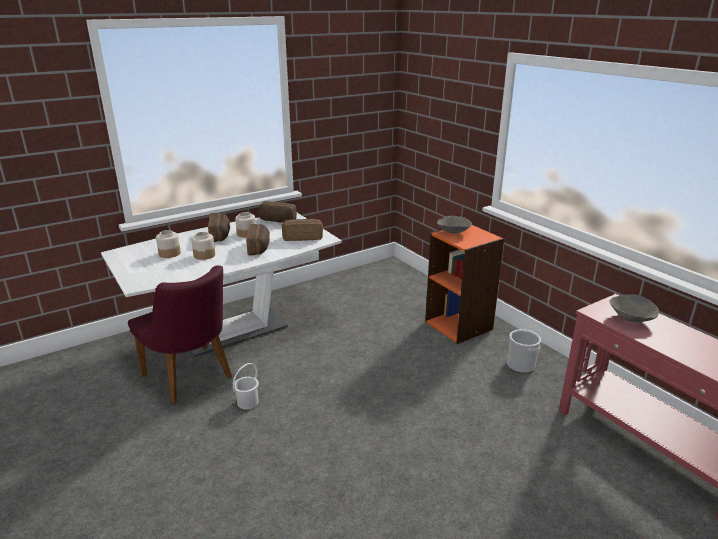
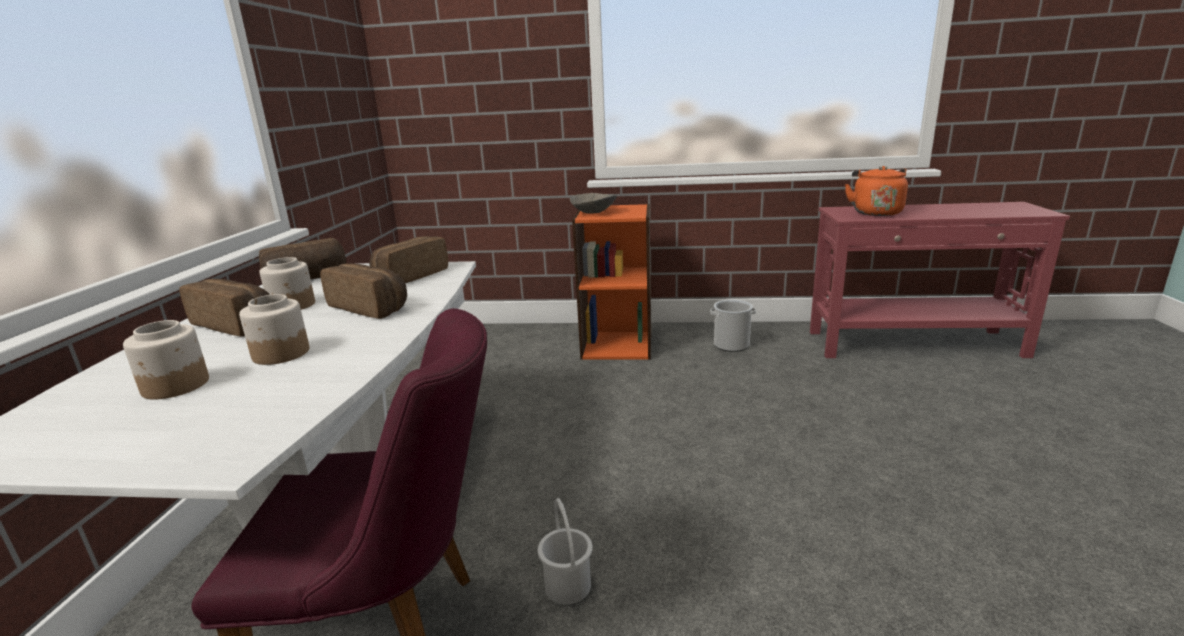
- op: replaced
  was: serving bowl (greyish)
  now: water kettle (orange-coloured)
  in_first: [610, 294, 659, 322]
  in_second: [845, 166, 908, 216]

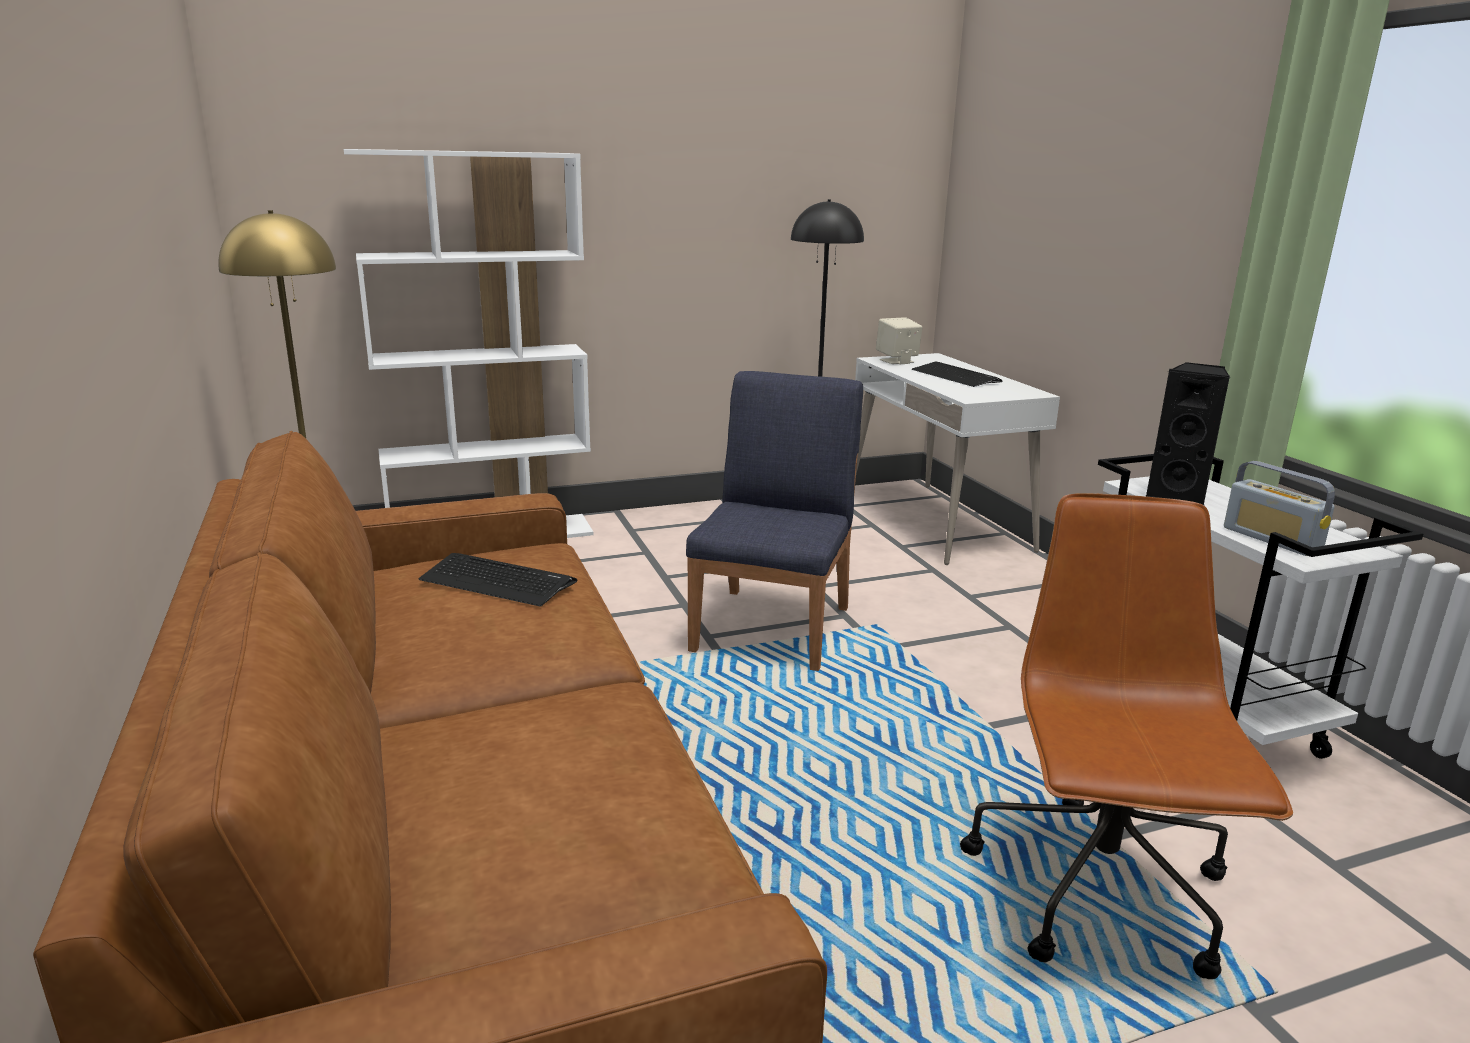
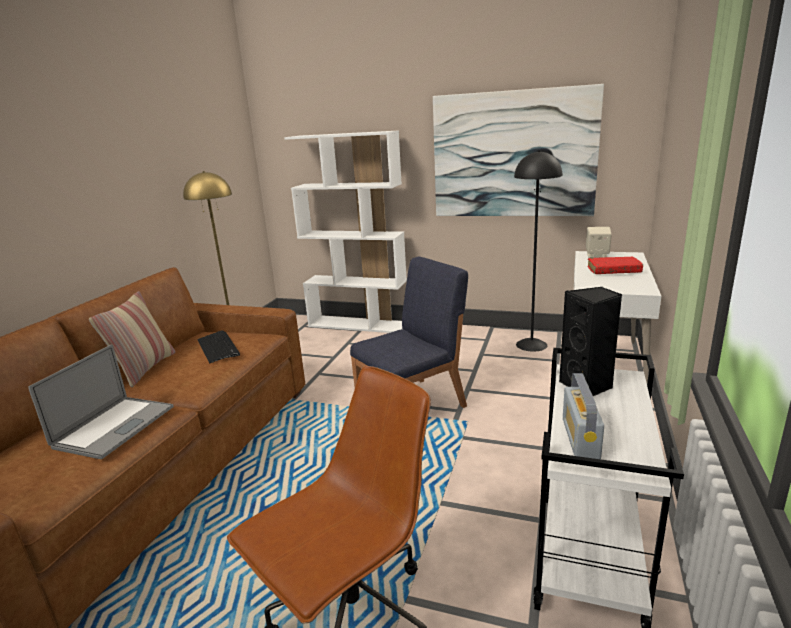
- op: added
  now: portable computer
  in_second: [28, 344, 174, 459]
- op: added
  now: pillow
  in_second: [89, 291, 175, 387]
- op: added
  now: picture
  in_second: [433, 84, 604, 216]
- op: replaced
  was: PC keyboard
  now: volume (red)
  in_first: [912, 362, 1003, 387]
  in_second: [587, 256, 643, 274]

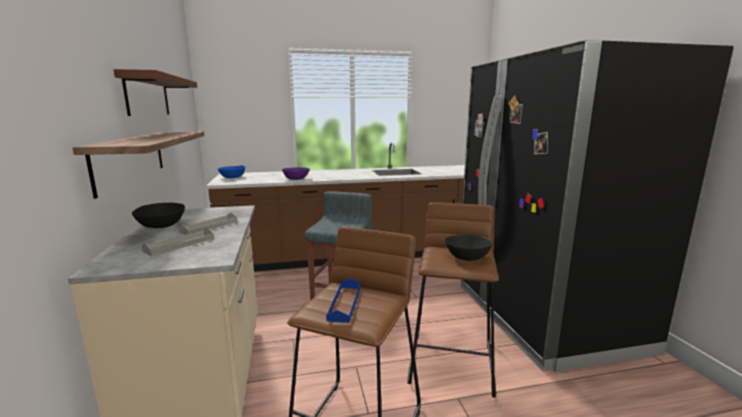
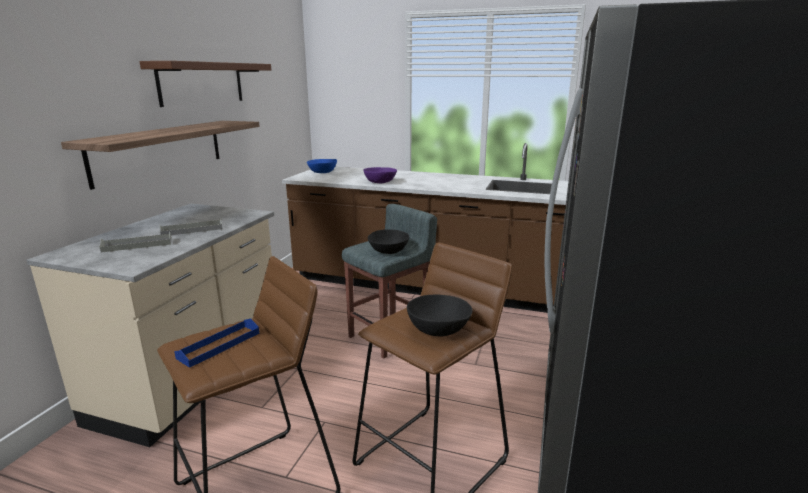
- op: moved
  was: serving bowl (black-coloured)
  in_first: [132, 203, 185, 228]
  in_second: [368, 229, 409, 254]

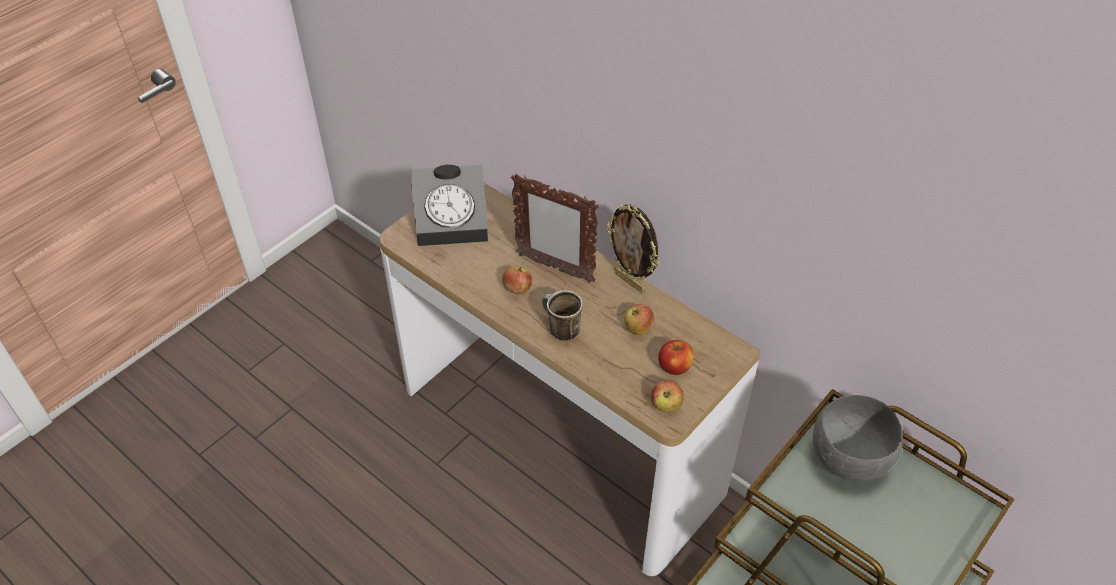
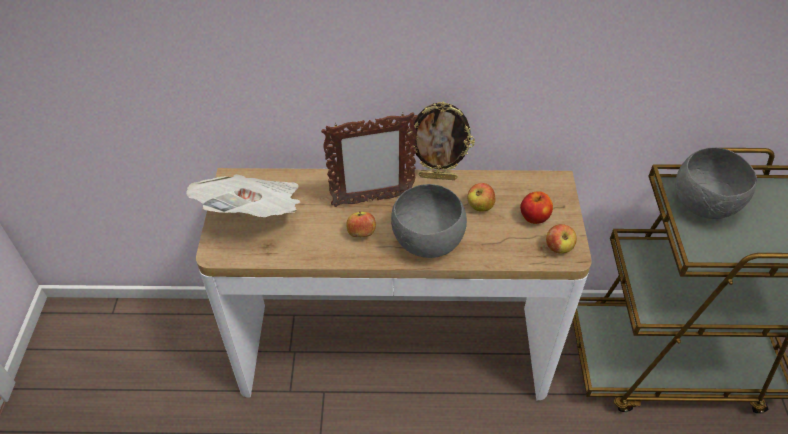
- op: replaced
  was: bedside clock
  now: newspaper
  in_first: [411, 165, 488, 246]
  in_second: [187, 174, 300, 217]
- op: replaced
  was: coffee mug
  now: serving bowl (greyish)
  in_first: [542, 290, 583, 341]
  in_second: [391, 184, 467, 258]

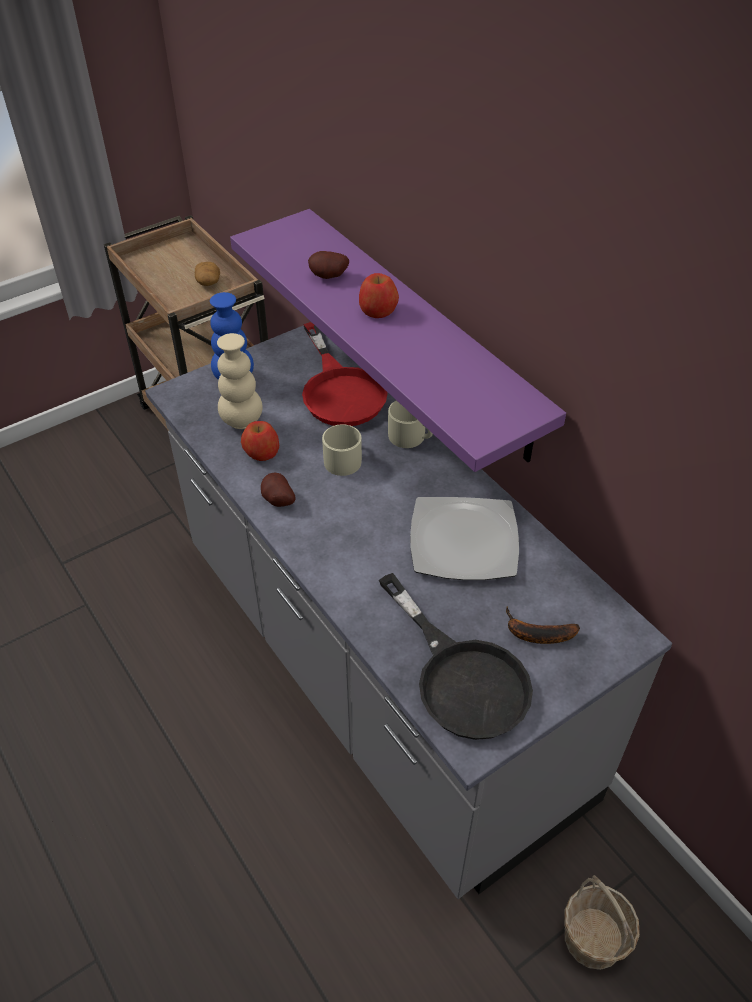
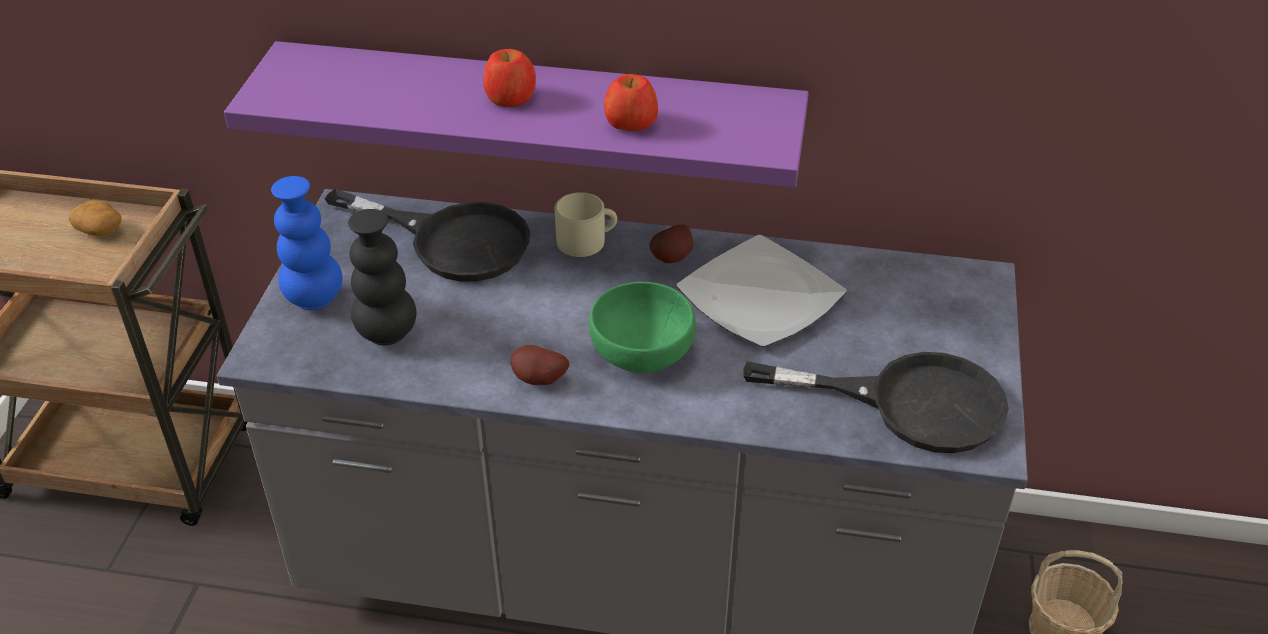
- op: removed
  was: coffee mug (beige)
  in_first: [322, 424, 362, 476]
- op: removed
  was: banana fruit
  in_first: [506, 607, 580, 644]
- op: added
  now: serving bowl (greenish)
  in_second: [589, 282, 696, 373]
- op: moved
  was: apple
  in_first: [241, 421, 279, 461]
  in_second: [604, 74, 658, 131]
- op: moved
  was: whole potato
  in_first: [308, 251, 349, 279]
  in_second: [650, 224, 693, 263]
- op: recoloured
  was: flower vase (beige)
  now: flower vase (black-coloured)
  in_first: [217, 333, 263, 429]
  in_second: [348, 209, 417, 345]
- op: recoloured
  was: pan (red)
  now: pan (black-coloured)
  in_first: [302, 322, 388, 426]
  in_second: [325, 188, 530, 282]

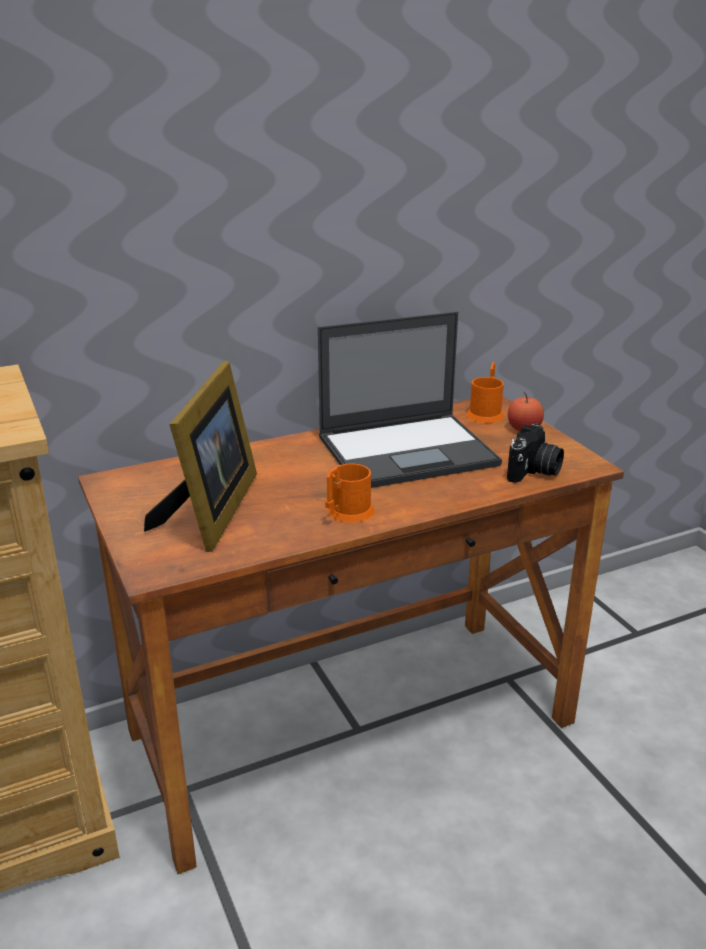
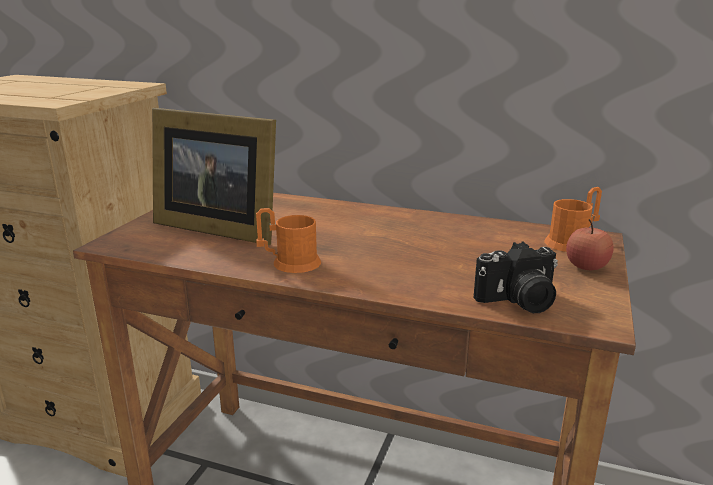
- op: removed
  was: portable computer
  in_first: [318, 312, 502, 488]
- op: turned
  was: photo frame
  in_first: [144, 361, 257, 552]
  in_second: [152, 108, 276, 245]
  clockwise: 60

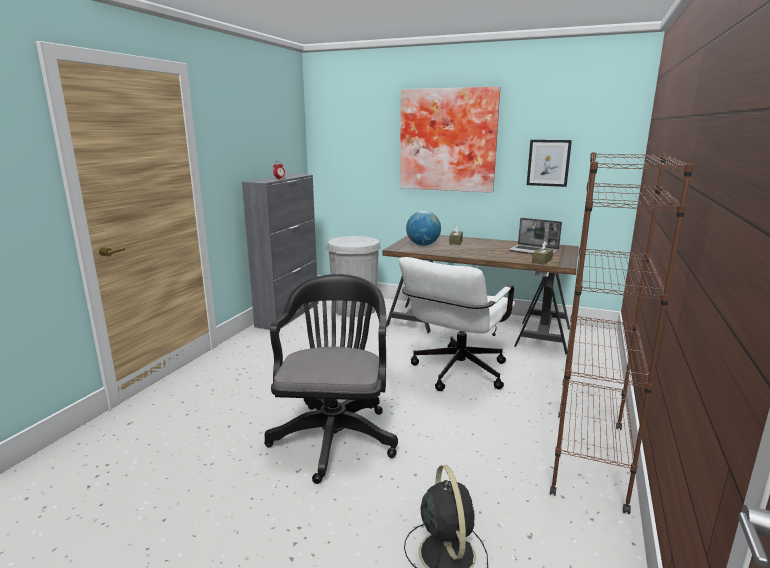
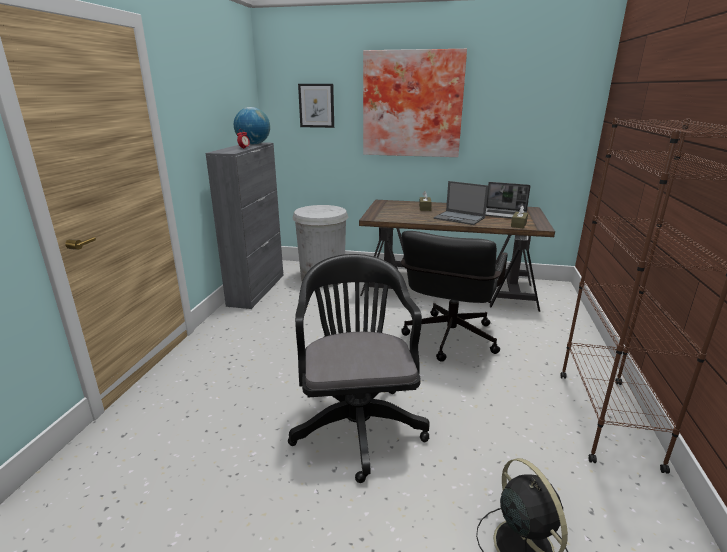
- op: added
  now: portable computer
  in_second: [434, 181, 489, 225]
- op: moved
  was: desk globe
  in_first: [406, 211, 441, 246]
  in_second: [234, 107, 270, 145]
- op: moved
  was: picture
  in_first: [527, 140, 572, 187]
  in_second: [298, 84, 334, 128]
- op: recoloured
  was: office chair (whitish)
  now: office chair (black-coloured)
  in_first: [399, 257, 515, 391]
  in_second: [401, 231, 508, 362]

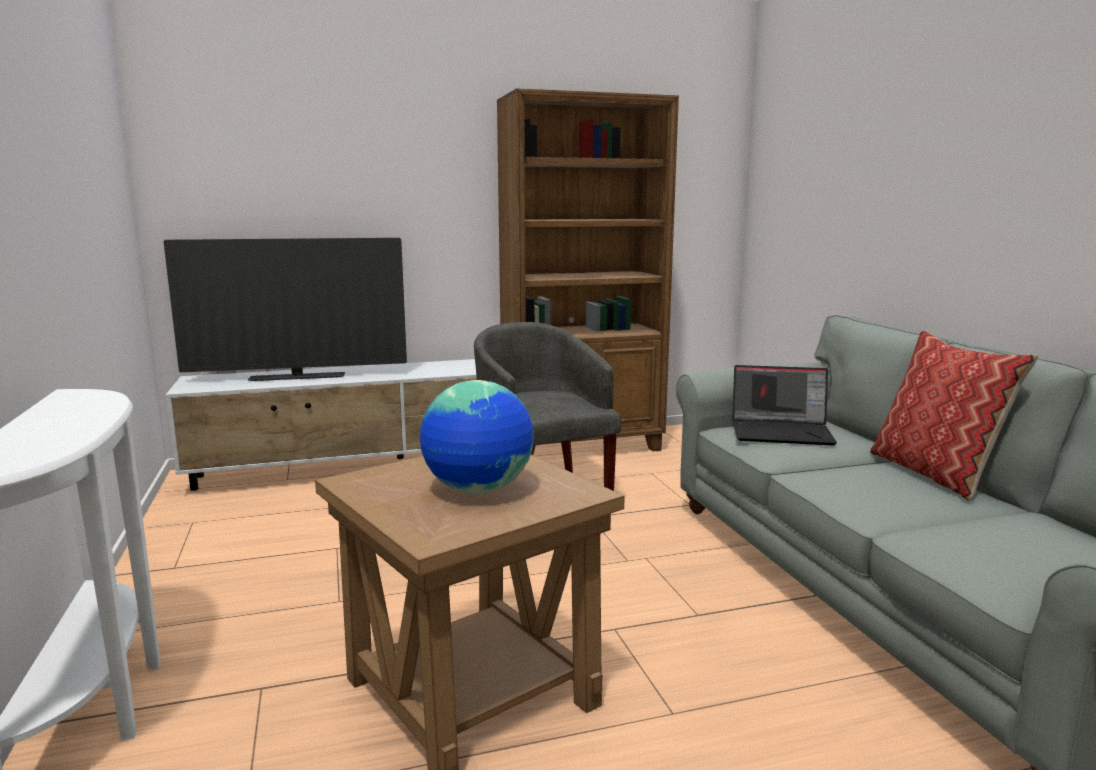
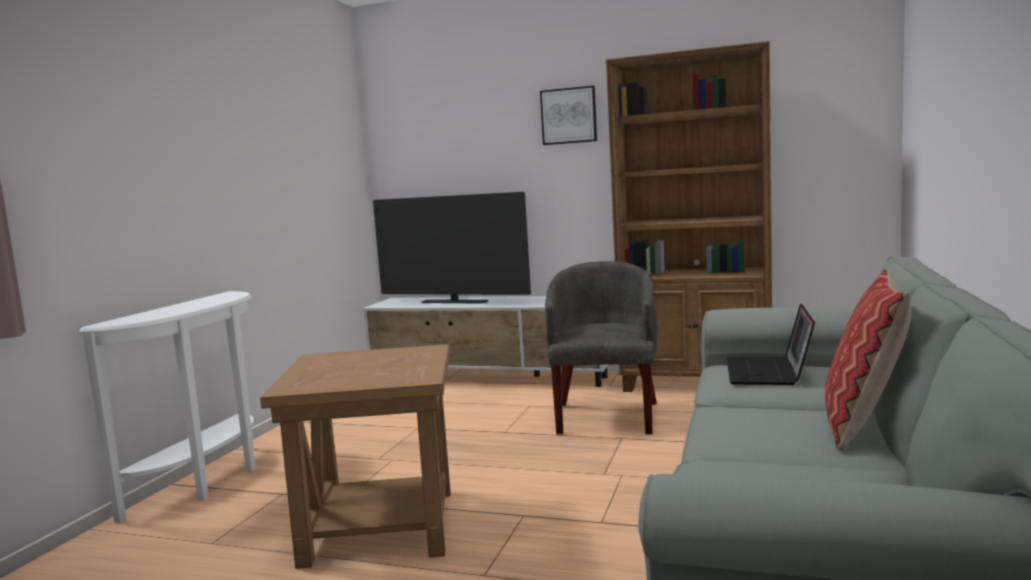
- op: removed
  was: desk globe
  in_first: [420, 380, 534, 494]
- op: added
  now: picture
  in_second: [540, 86, 597, 145]
- op: turned
  was: portable computer
  in_first: [732, 365, 837, 446]
  in_second: [727, 303, 815, 385]
  clockwise: 60

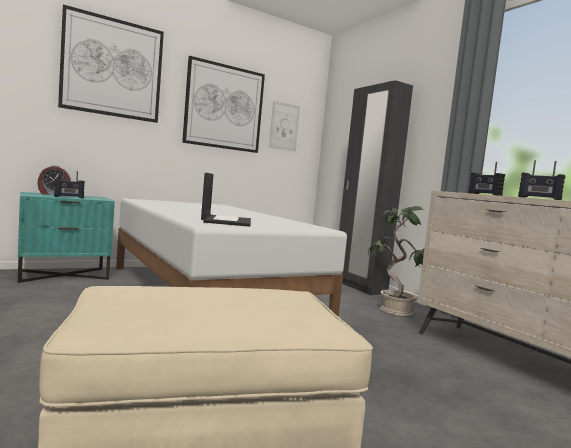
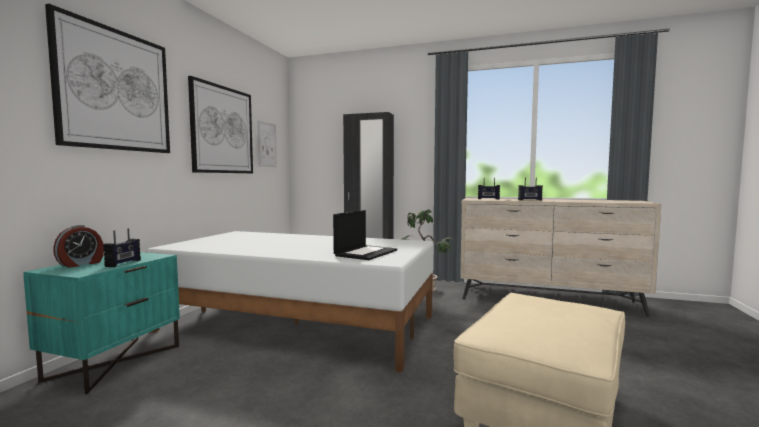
- op: turned
  was: portable computer
  in_first: [201, 173, 251, 227]
  in_second: [333, 210, 397, 260]
  clockwise: 75

